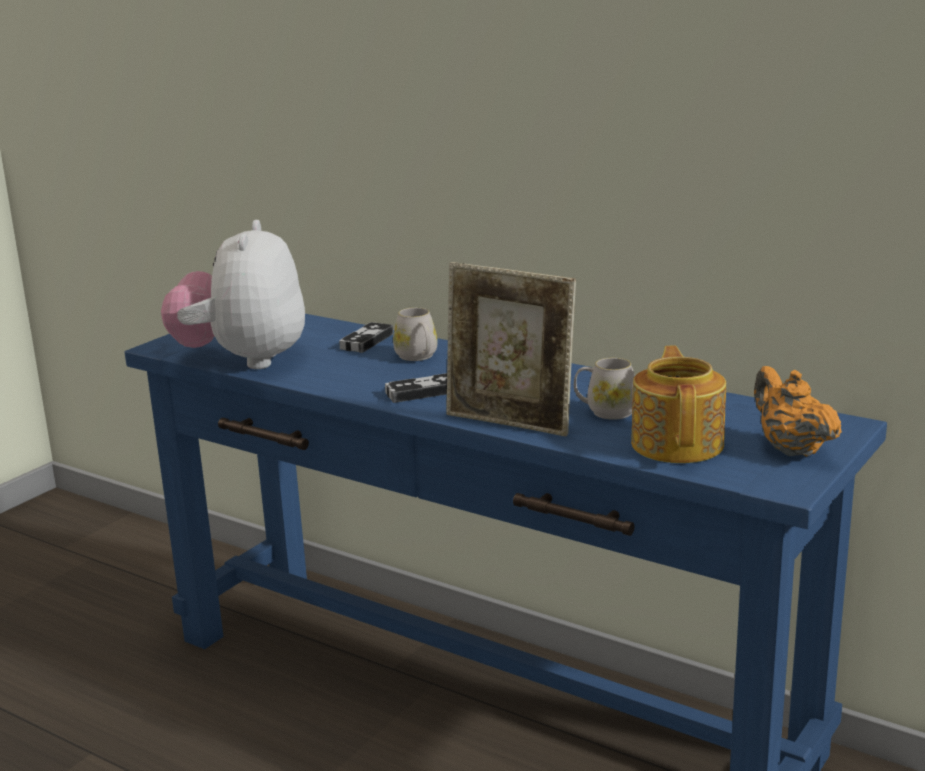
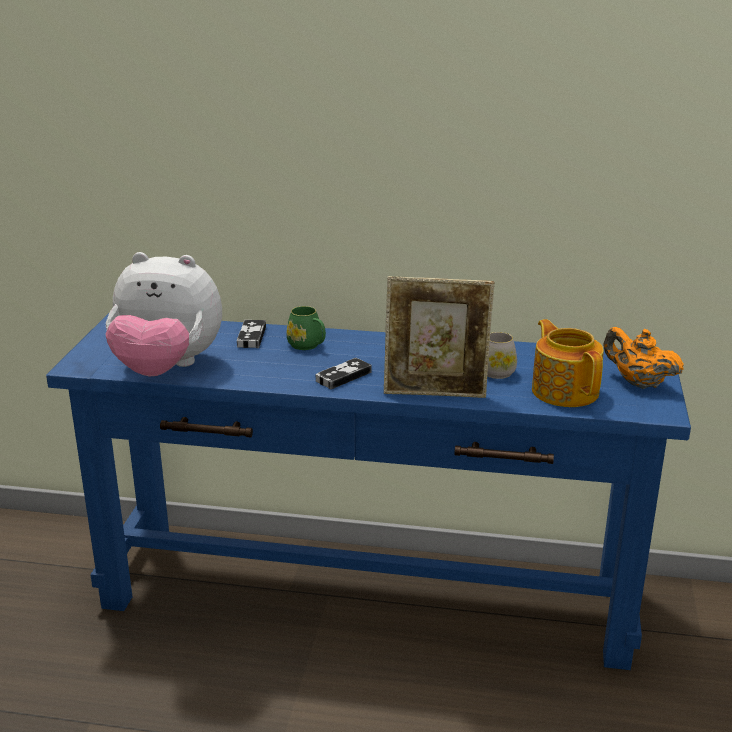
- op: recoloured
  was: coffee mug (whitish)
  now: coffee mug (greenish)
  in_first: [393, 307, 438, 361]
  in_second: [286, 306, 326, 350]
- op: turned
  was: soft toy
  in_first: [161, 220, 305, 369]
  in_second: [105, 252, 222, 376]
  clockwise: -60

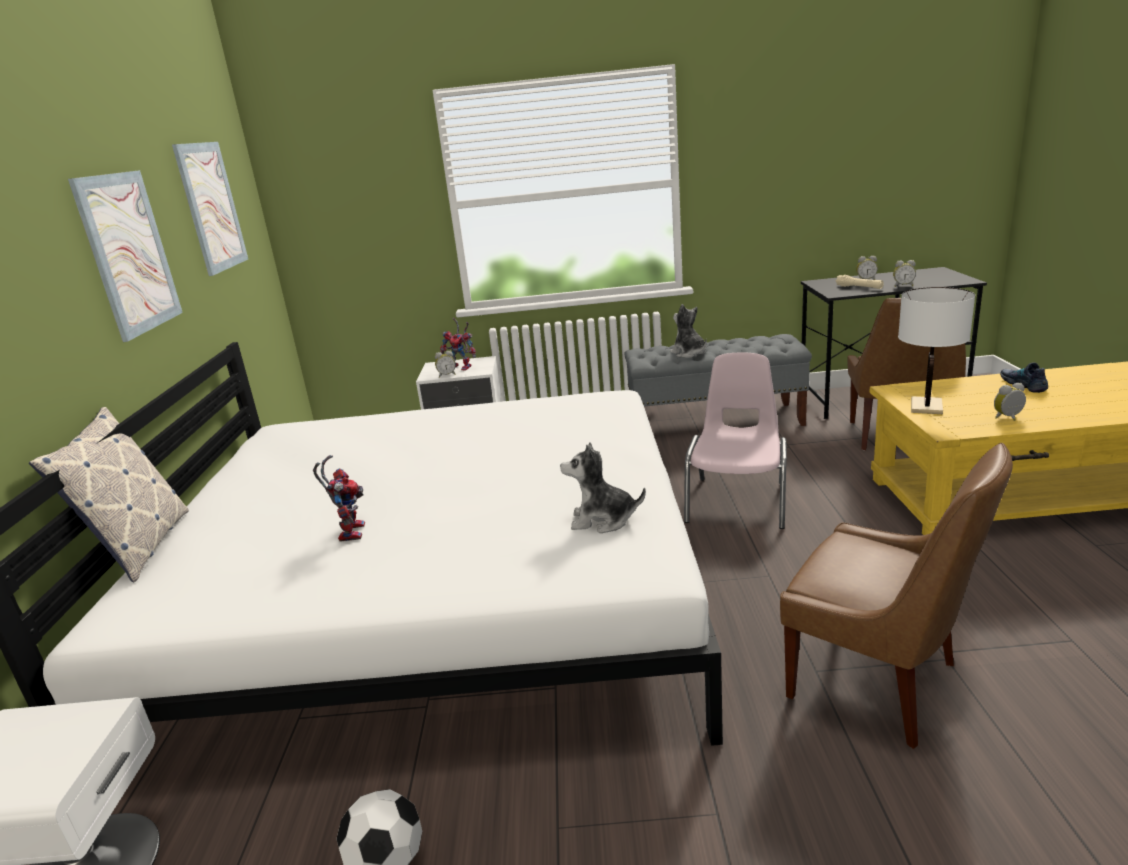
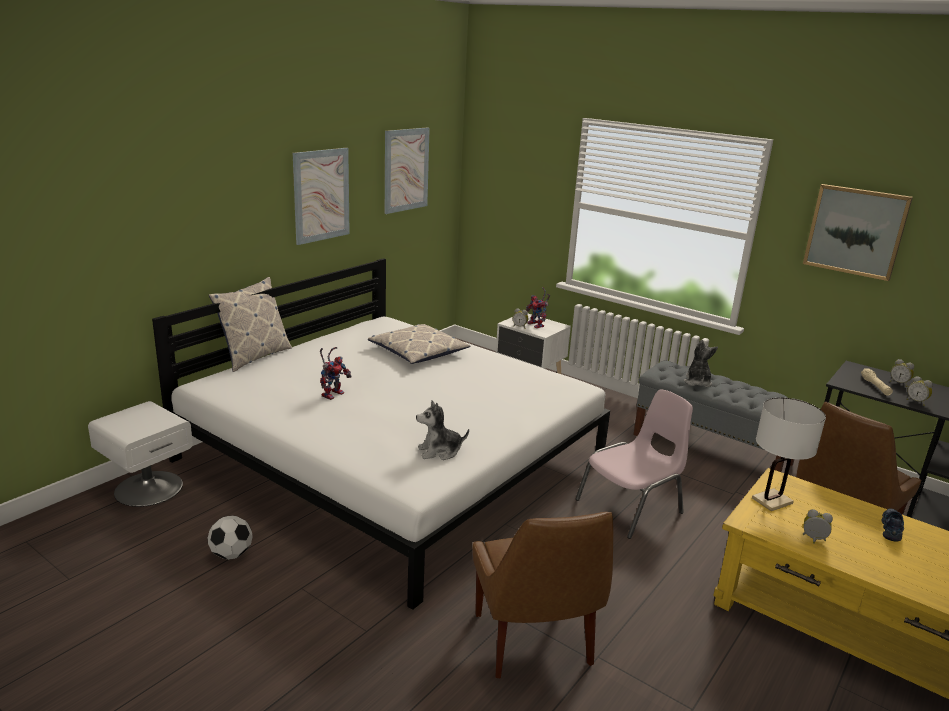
- op: added
  now: pillow
  in_second: [368, 324, 470, 364]
- op: added
  now: picture
  in_second: [803, 184, 913, 281]
- op: turned
  was: soft toy
  in_first: [560, 443, 646, 533]
  in_second: [416, 400, 469, 460]
  clockwise: -60

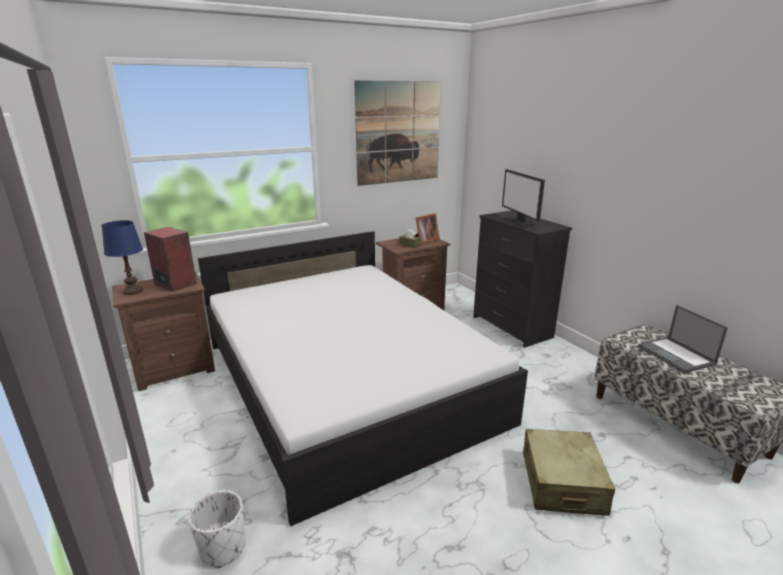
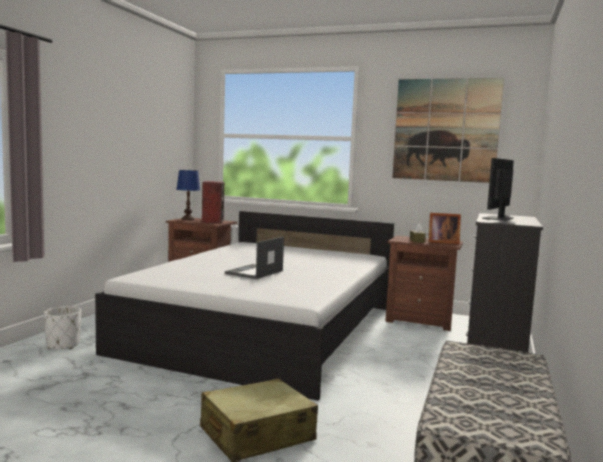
- op: moved
  was: portable computer
  in_first: [638, 305, 728, 373]
  in_second: [225, 237, 284, 279]

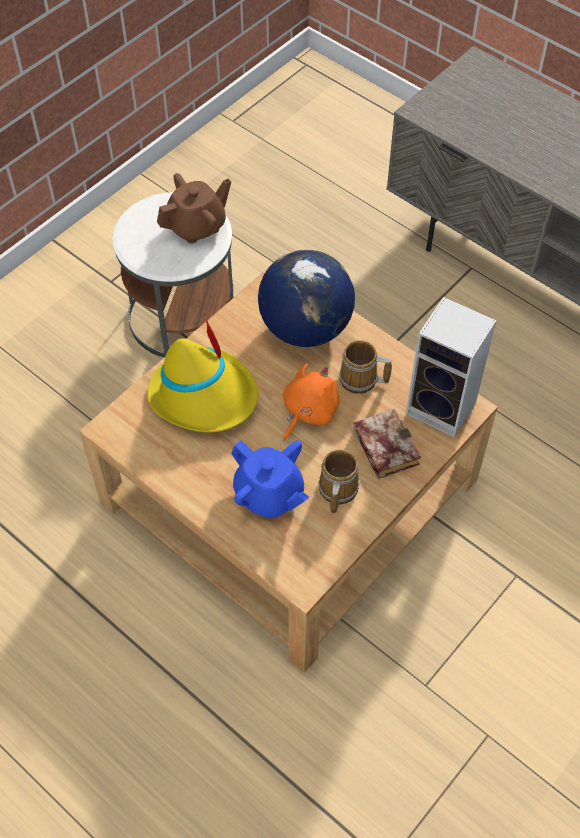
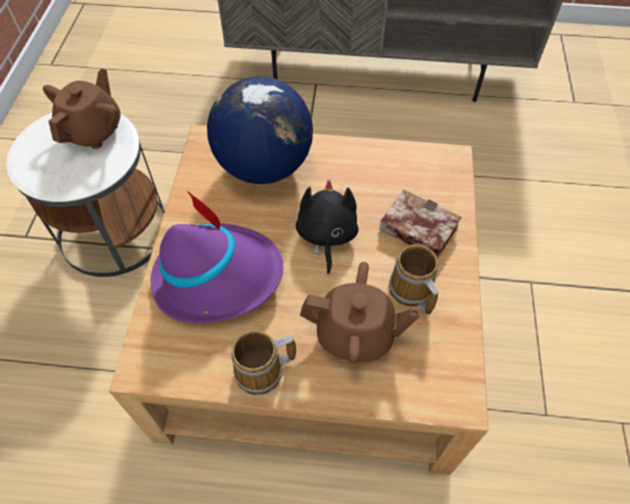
- op: removed
  was: audio speaker
  in_first: [406, 297, 496, 437]
- op: moved
  was: coffee mug
  in_first: [339, 340, 392, 394]
  in_second: [231, 330, 296, 395]
- op: recoloured
  was: clothing hat (yellow)
  now: clothing hat (purple-coloured)
  in_first: [147, 318, 258, 432]
  in_second: [151, 190, 283, 323]
- op: recoloured
  was: pot for tea (bluish)
  now: pot for tea (brown-coloured)
  in_first: [231, 440, 309, 518]
  in_second: [300, 262, 420, 364]
- op: recoloured
  was: soft toy (orange-coloured)
  now: soft toy (black-coloured)
  in_first: [283, 363, 340, 441]
  in_second: [296, 180, 359, 274]

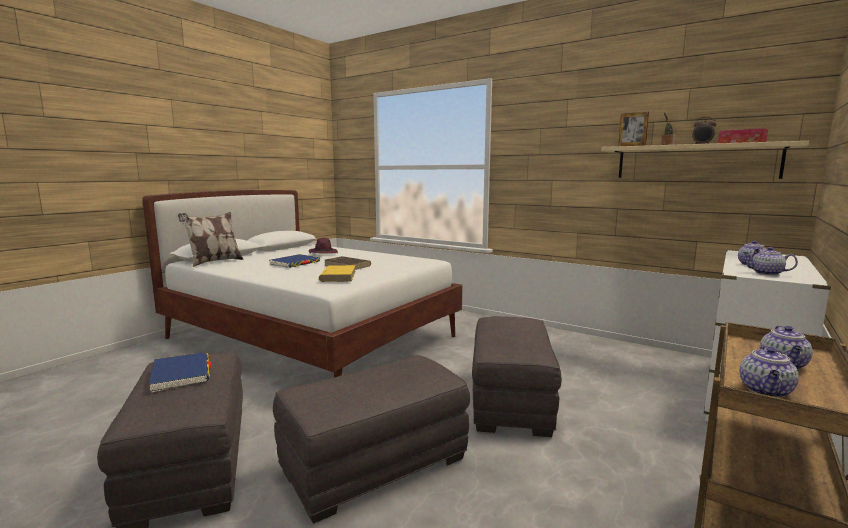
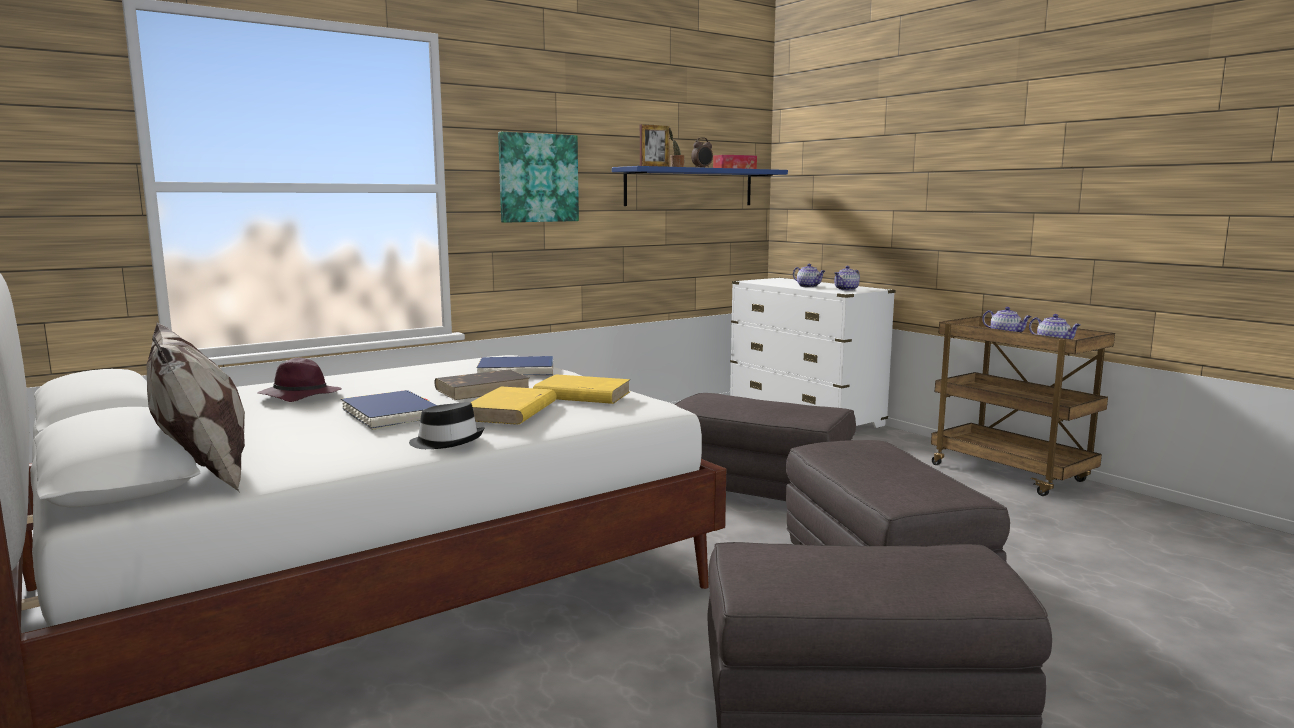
- op: added
  now: clothing hat (black-coloured)
  in_second: [409, 402, 484, 449]
- op: added
  now: volume (yellow)
  in_second: [470, 386, 557, 425]
- op: added
  now: picture
  in_second: [498, 132, 579, 223]
- op: moved
  was: volume (bluish)
  in_first: [149, 352, 212, 393]
  in_second: [477, 356, 553, 376]
- op: recoloured
  was: wall shelf (beige)
  now: wall shelf (bluish)
  in_first: [601, 141, 809, 179]
  in_second: [612, 166, 788, 206]

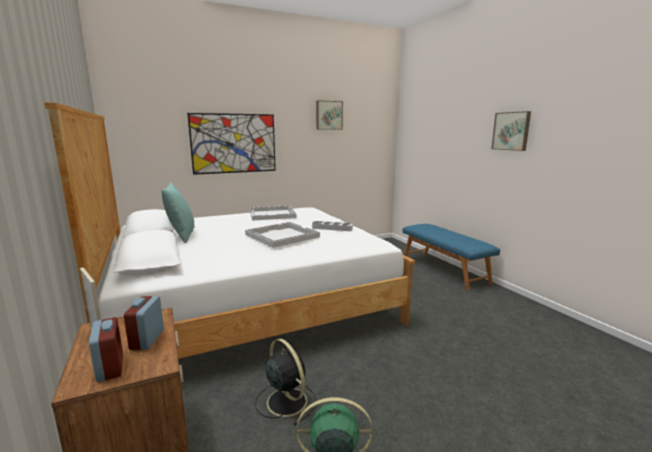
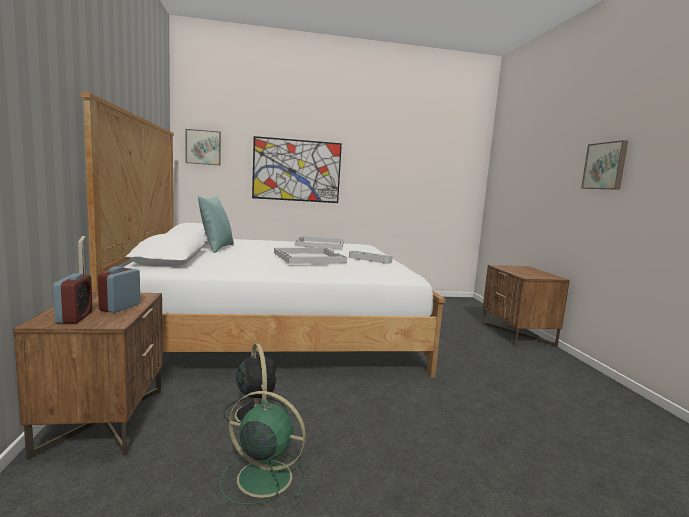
- op: moved
  was: picture
  in_first: [316, 100, 343, 130]
  in_second: [186, 129, 221, 165]
- op: replaced
  was: long seat (bluish)
  now: nightstand (brown-coloured)
  in_first: [403, 224, 500, 290]
  in_second: [482, 265, 570, 348]

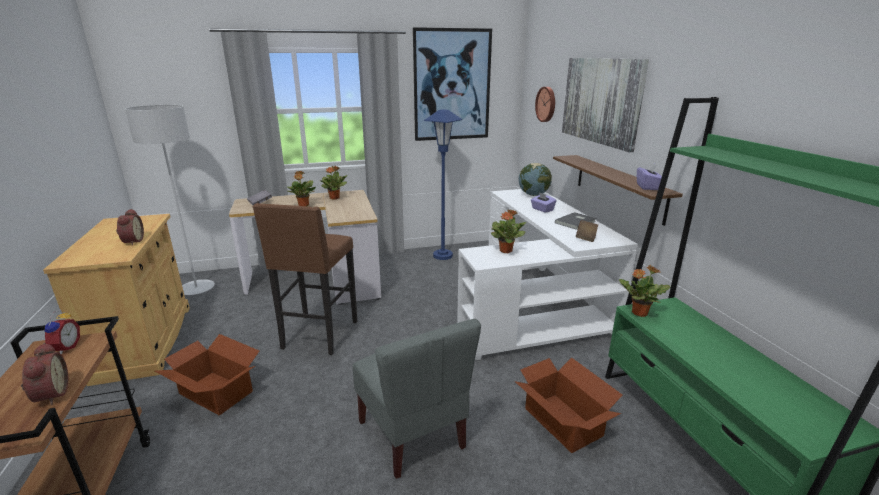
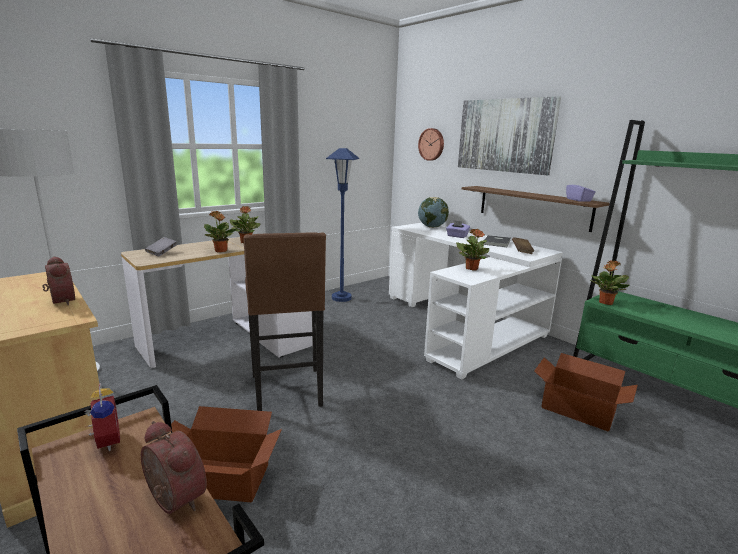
- op: removed
  was: chair (greyish)
  in_first: [353, 319, 481, 479]
- op: removed
  was: picture
  in_first: [413, 27, 492, 141]

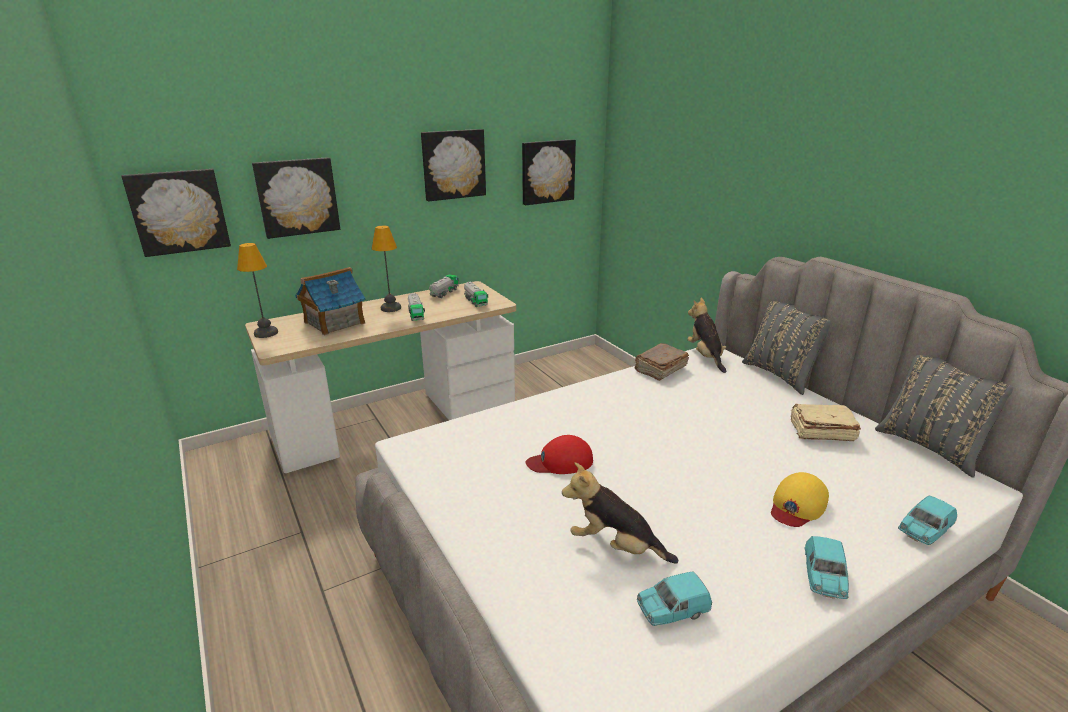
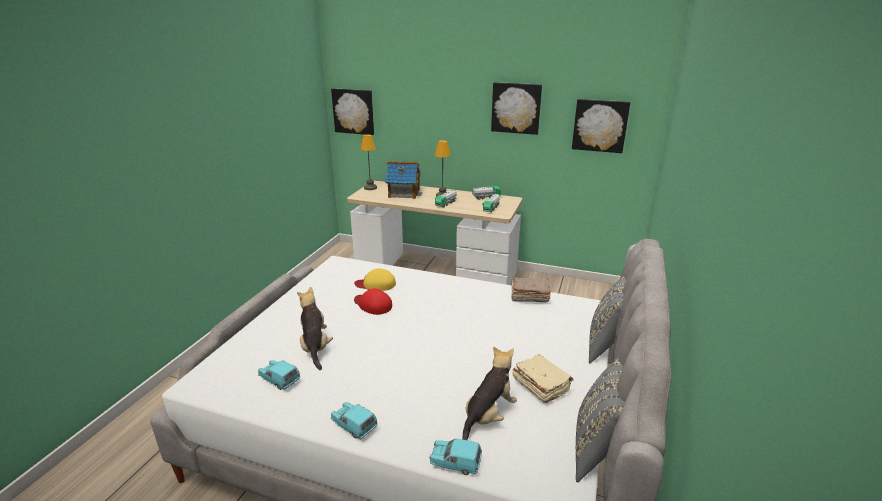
- op: removed
  was: picture
  in_first: [252, 157, 340, 239]
- op: moved
  was: soft toy
  in_first: [687, 298, 727, 373]
  in_second: [462, 347, 517, 440]
- op: moved
  was: peaked cap (yellow)
  in_first: [771, 472, 829, 527]
  in_second: [354, 268, 396, 291]
- op: turned
  was: toy car (blue-green)
  in_first: [805, 536, 849, 599]
  in_second: [331, 402, 377, 439]
  clockwise: 60

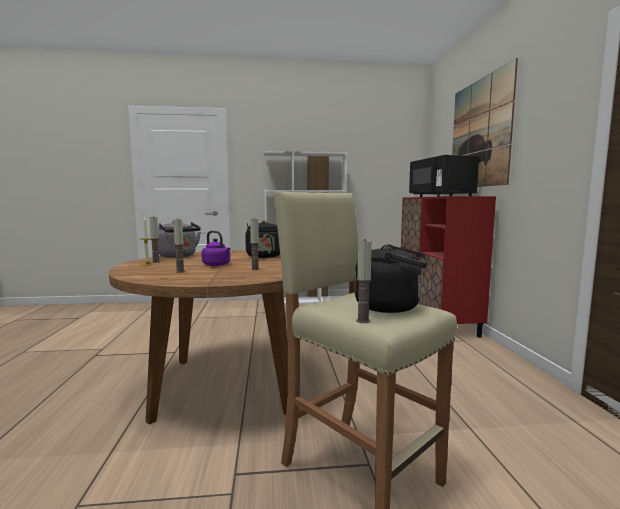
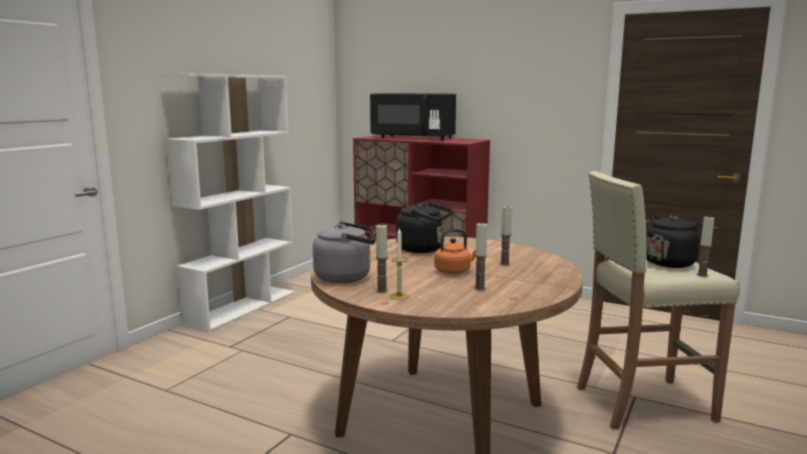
- op: removed
  was: picture
  in_first: [452, 58, 518, 187]
- op: recoloured
  was: water kettle (purple-coloured)
  now: water kettle (orange-coloured)
  in_first: [201, 230, 230, 266]
  in_second: [435, 229, 476, 274]

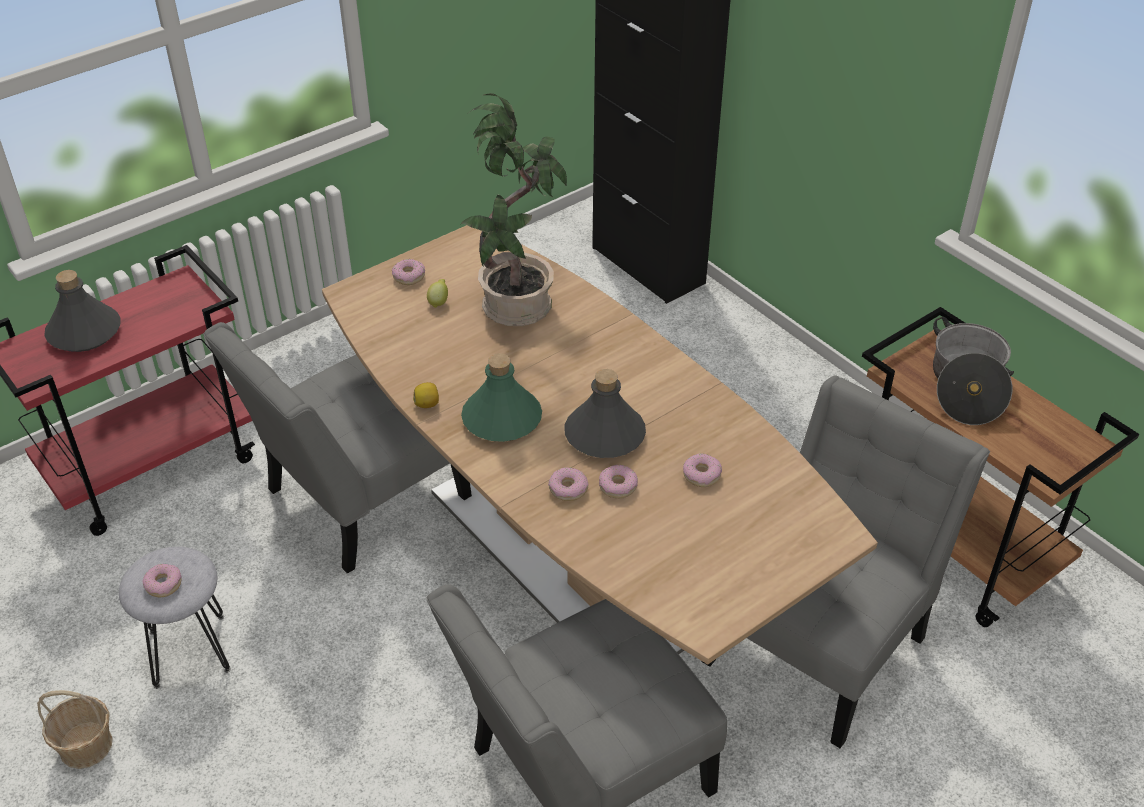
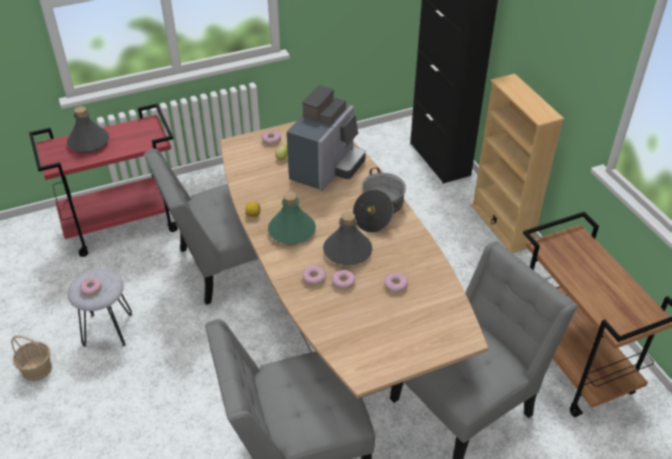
- op: added
  now: bookshelf (beige)
  in_second: [471, 74, 564, 253]
- op: moved
  was: cooking pot
  in_first: [933, 317, 1014, 425]
  in_second: [353, 167, 406, 233]
- op: replaced
  was: potted plant
  now: coffee machine
  in_first: [460, 93, 567, 326]
  in_second: [287, 85, 366, 191]

